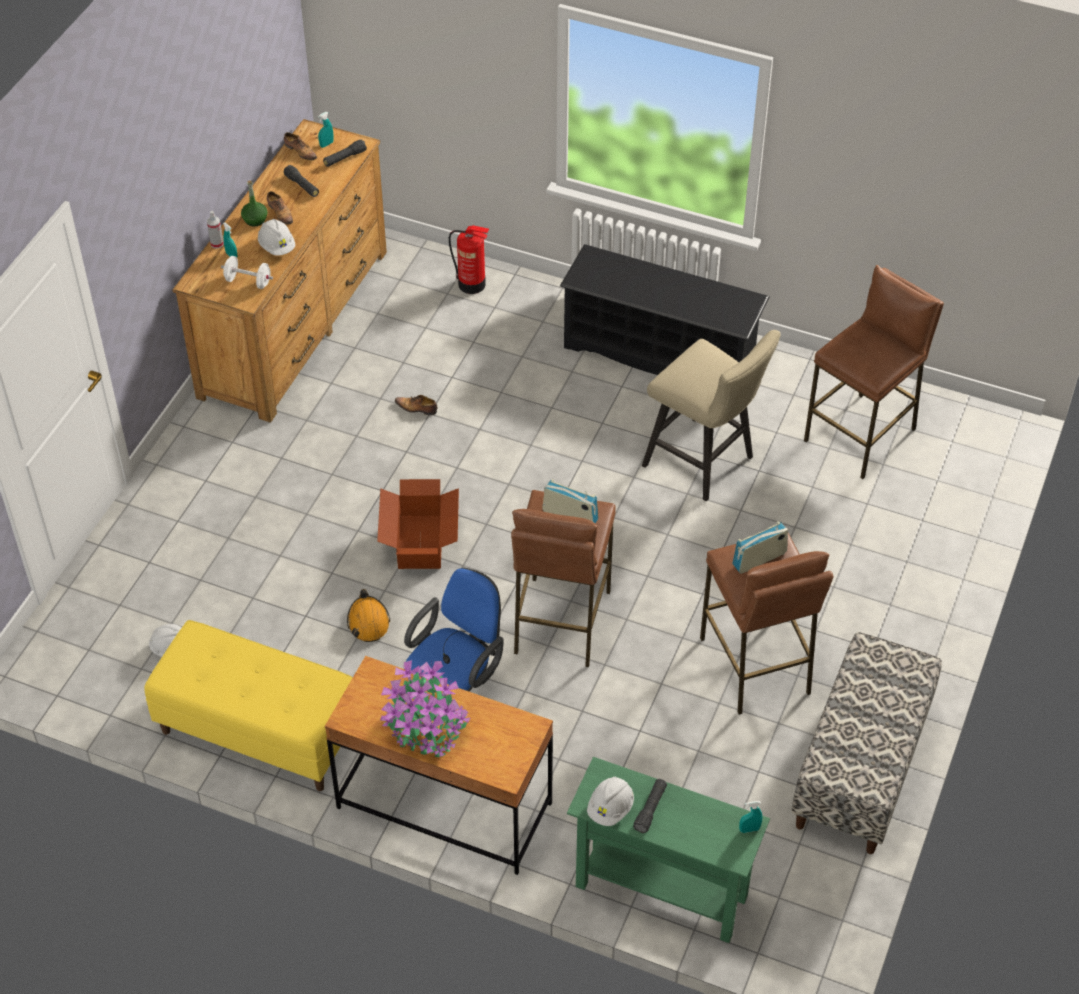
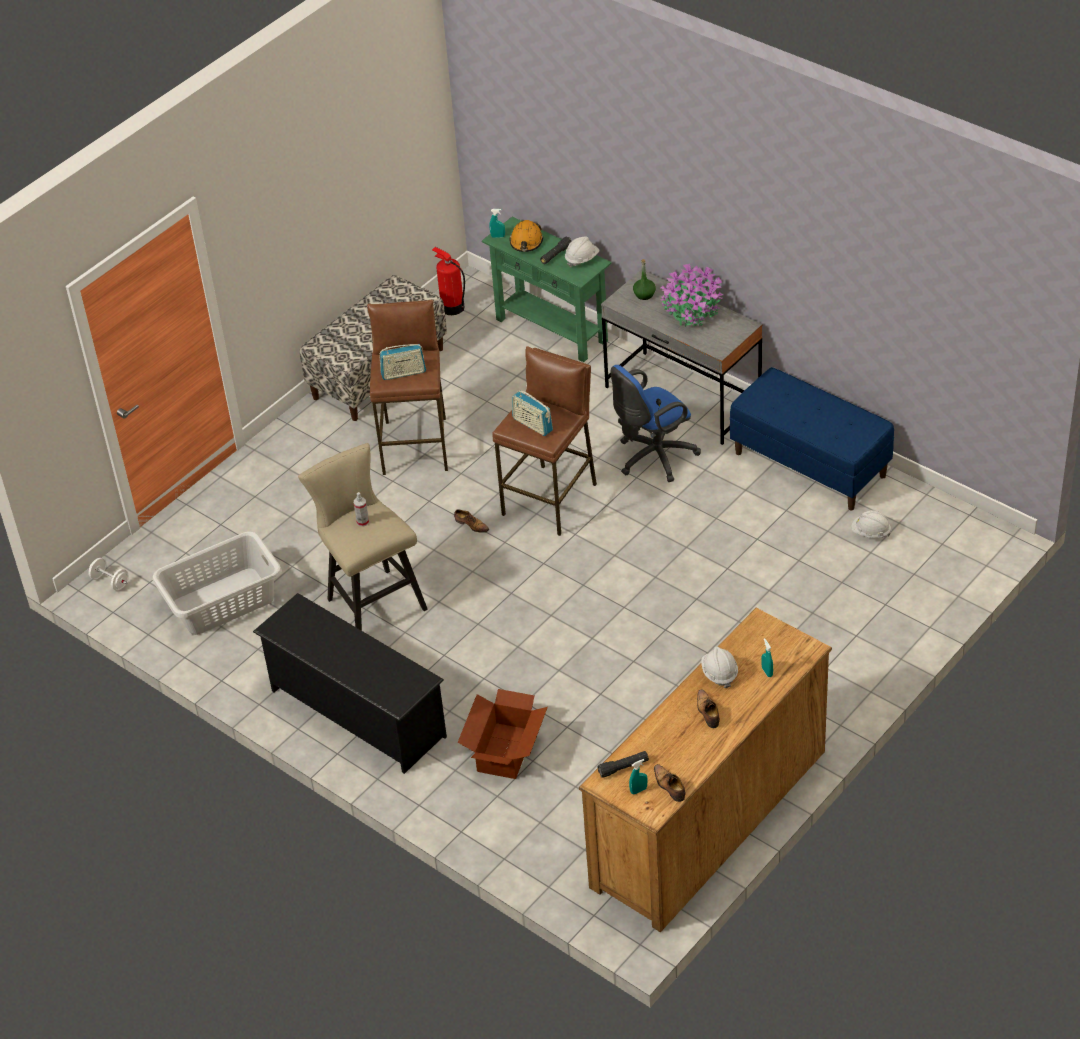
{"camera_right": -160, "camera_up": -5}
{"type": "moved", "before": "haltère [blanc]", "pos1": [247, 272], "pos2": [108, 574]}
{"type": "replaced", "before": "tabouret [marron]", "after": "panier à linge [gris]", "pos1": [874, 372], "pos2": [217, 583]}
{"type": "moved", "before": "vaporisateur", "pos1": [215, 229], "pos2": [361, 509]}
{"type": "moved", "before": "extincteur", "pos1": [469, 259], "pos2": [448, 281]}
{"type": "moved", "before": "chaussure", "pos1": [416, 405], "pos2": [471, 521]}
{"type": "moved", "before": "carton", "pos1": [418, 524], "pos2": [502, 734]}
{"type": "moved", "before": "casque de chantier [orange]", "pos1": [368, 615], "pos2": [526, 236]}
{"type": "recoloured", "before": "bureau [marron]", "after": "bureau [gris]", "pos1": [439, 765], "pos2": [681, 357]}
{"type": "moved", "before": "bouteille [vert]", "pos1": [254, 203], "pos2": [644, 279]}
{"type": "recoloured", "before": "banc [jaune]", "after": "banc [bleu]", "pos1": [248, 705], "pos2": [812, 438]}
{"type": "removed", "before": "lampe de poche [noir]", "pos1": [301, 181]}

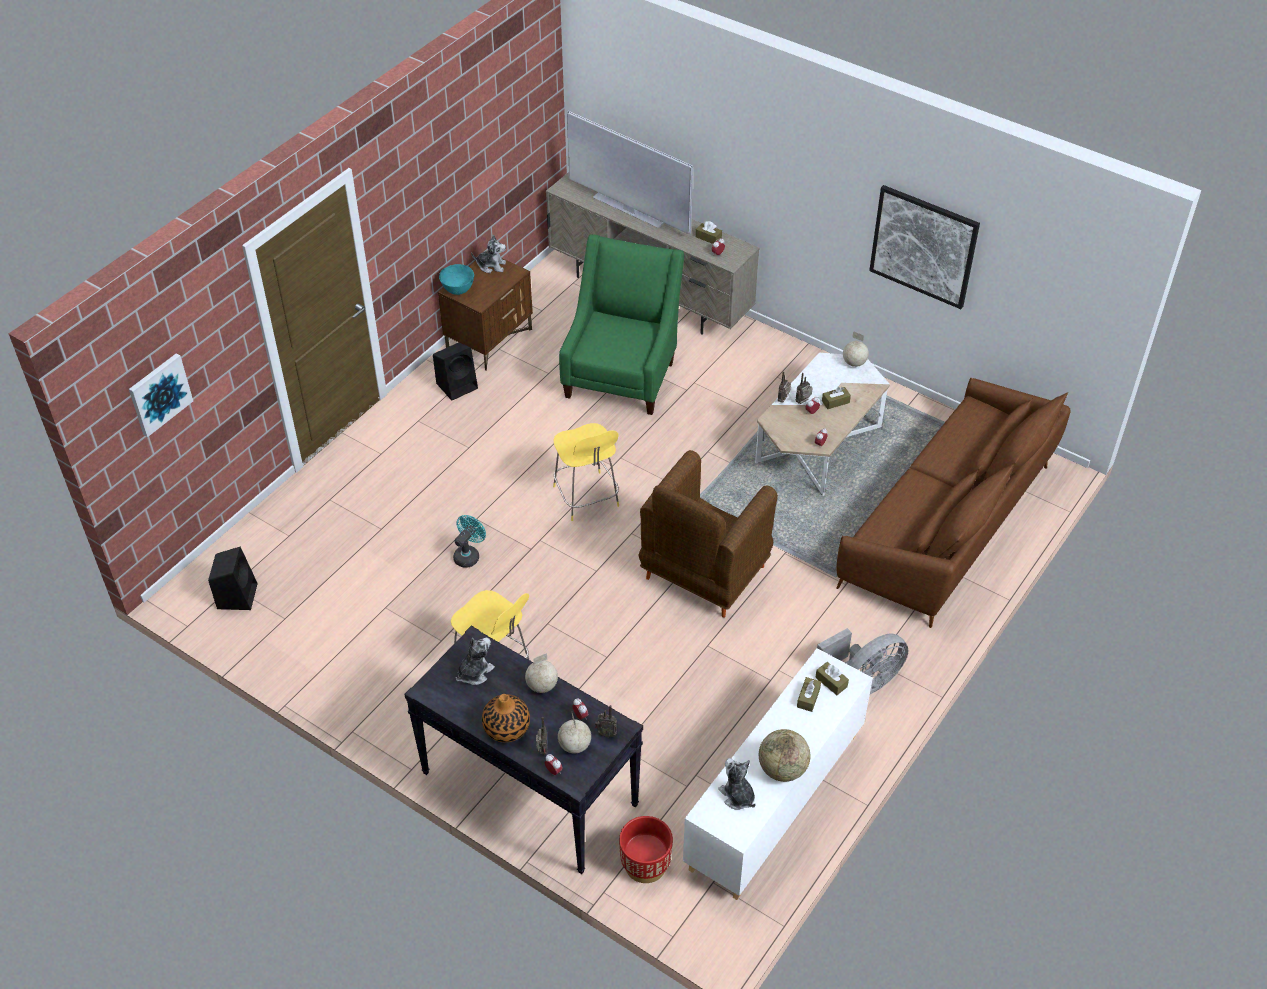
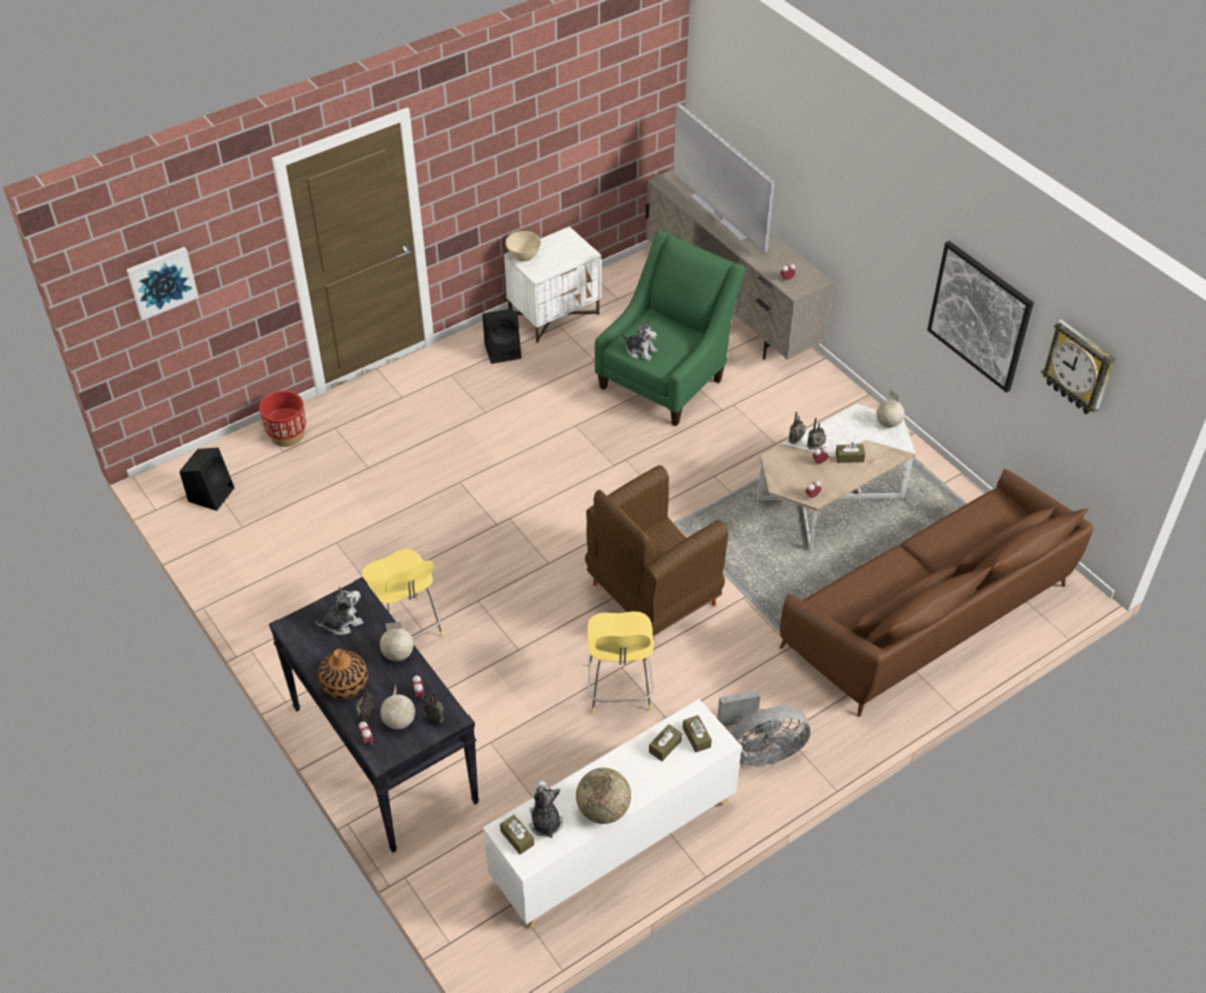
{"camera_right": 20, "camera_up": 0}
{"type": "moved", "before": "cache-pot [rouge]", "pos1": [646, 849], "pos2": [282, 419]}
{"type": "moved", "before": "boîte à mouchoirs [marron]", "pos1": [709, 232], "pos2": [517, 834]}
{"type": "recoloured", "before": "table de chevet [marron]", "after": "table de chevet [blanc]", "pos1": [485, 314], "pos2": [552, 284]}
{"type": "recoloured", "before": "bol [turquoise]", "after": "bol [beige]", "pos1": [456, 279], "pos2": [523, 246]}
{"type": "moved", "before": "tabouret [jaune]", "pos1": [586, 472], "pos2": [620, 662]}
{"type": "moved", "before": "peluche", "pos1": [488, 254], "pos2": [639, 340]}
{"type": "added", "after": "horloge murale", "pos2": [1078, 366]}
{"type": "removed", "before": "ventilateur [turquoise]", "pos1": [469, 541]}

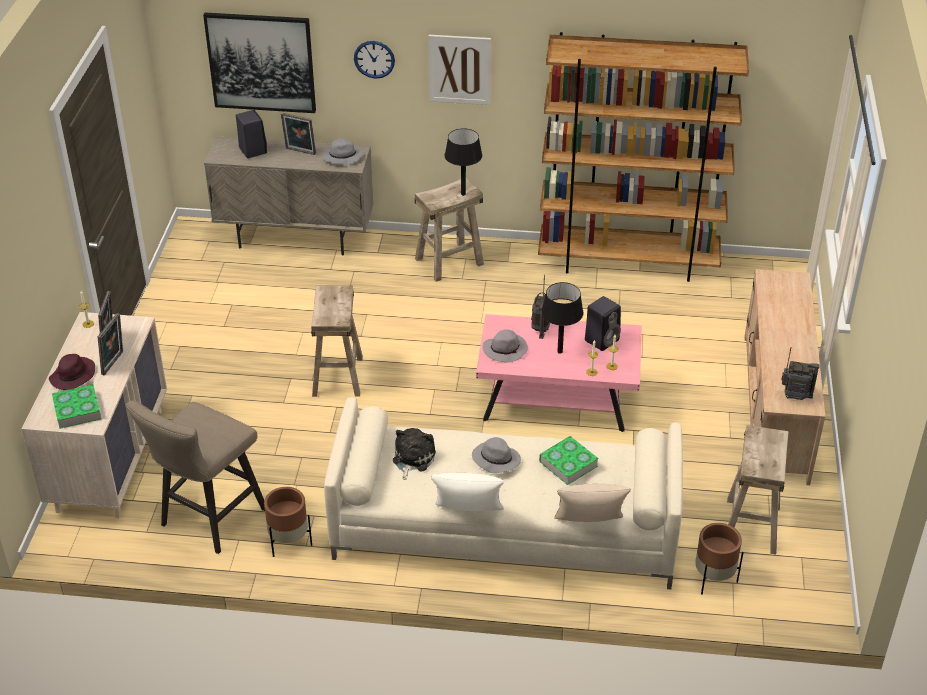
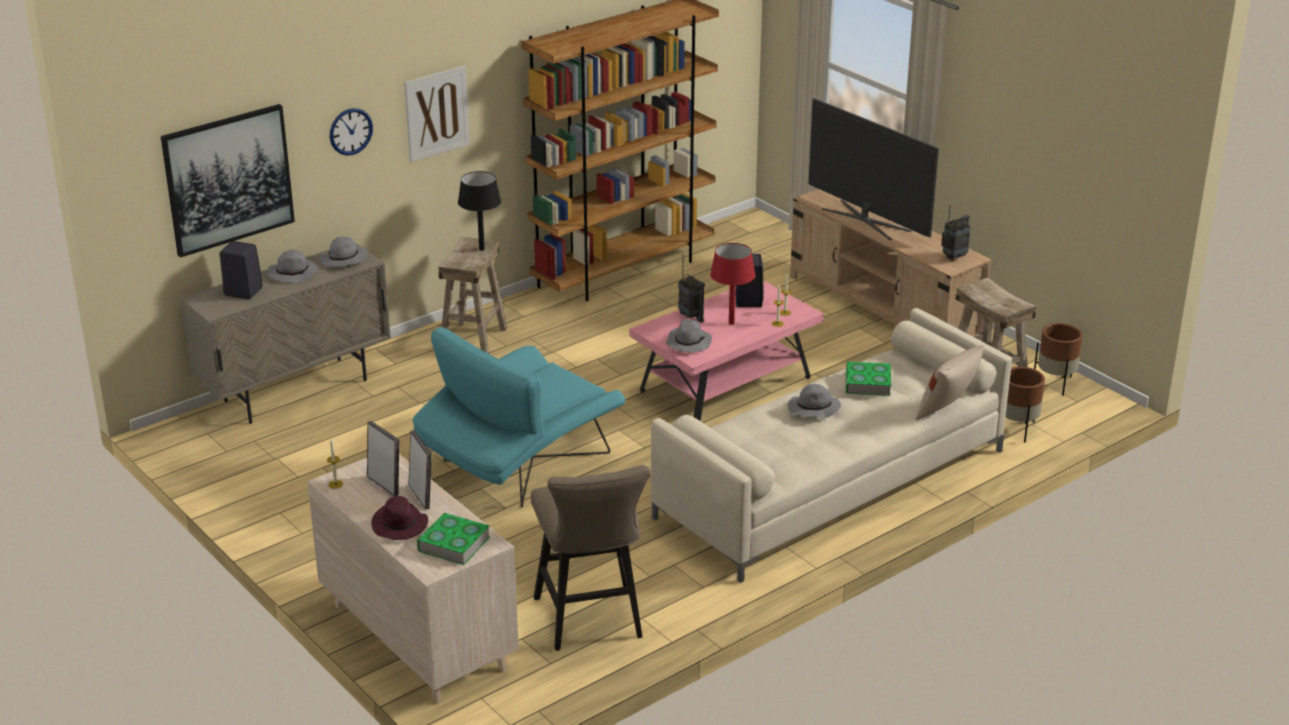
{"camera_right": -45, "camera_up": -10}
{"type": "replaced", "before": "cadre photo", "after": "chapeau [gris]", "pos1": [298, 134], "pos2": [292, 266]}
{"type": "replaced", "before": "tabouret [beige]", "after": "fauteuil [turquoise]", "pos1": [337, 341], "pos2": [519, 417]}
{"type": "recoloured", "before": "lampe de table [noir]", "after": "lampe de table [rouge]", "pos1": [562, 318], "pos2": [732, 284]}
{"type": "added", "after": "téléviseur", "pos2": [873, 169]}
{"type": "moved", "before": "cache-pot [marron]", "pos1": [288, 522], "pos2": [1058, 359]}
{"type": "removed", "before": "peluche", "pos1": [414, 454]}
{"type": "removed", "before": "coussin [blanc]", "pos1": [467, 492]}

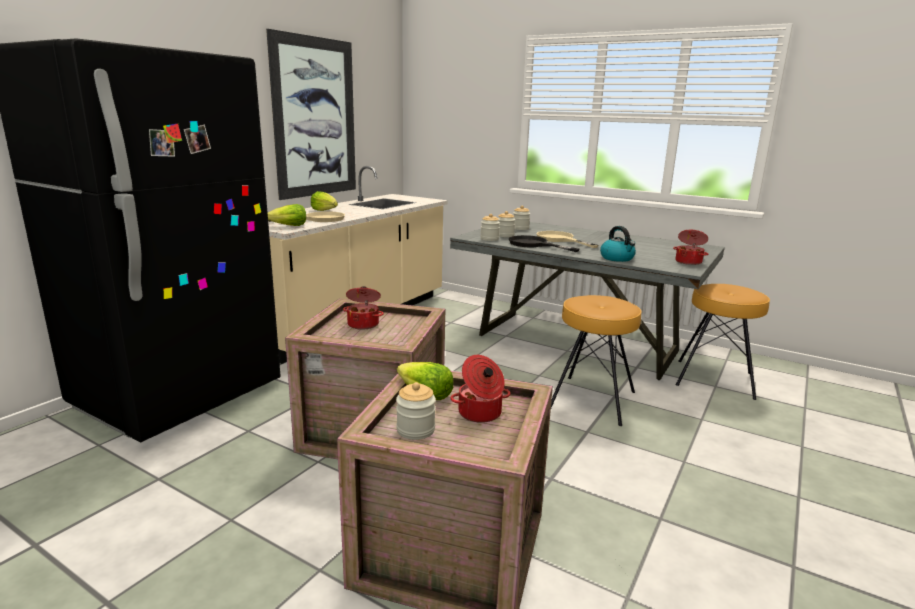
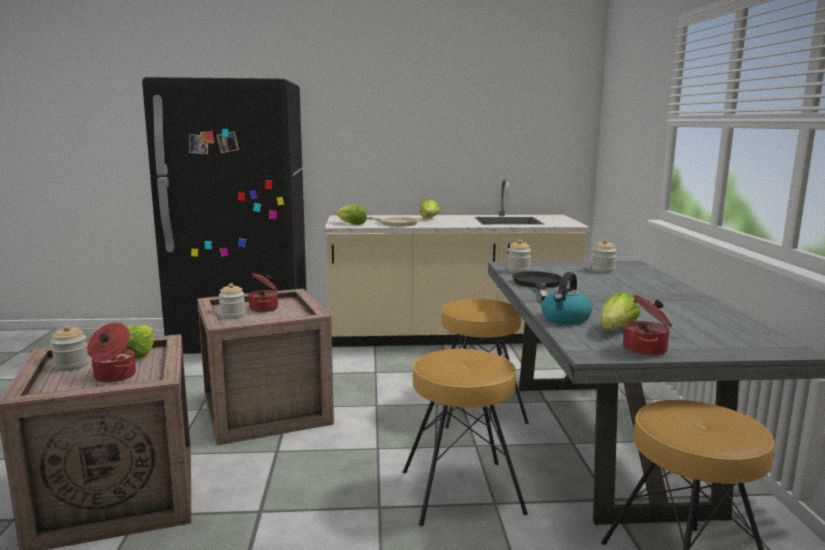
{"camera_right": 55, "camera_up": -5}
{"type": "moved", "before": "bocal", "pos1": [506, 224], "pos2": [232, 301]}
{"type": "added", "after": "tabouret [marron]", "pos2": [485, 363]}
{"type": "added", "after": "laitue", "pos2": [620, 311]}
{"type": "removed", "before": "tableau", "pos1": [311, 114]}
{"type": "removed", "before": "poêle [beige]", "pos1": [568, 239]}

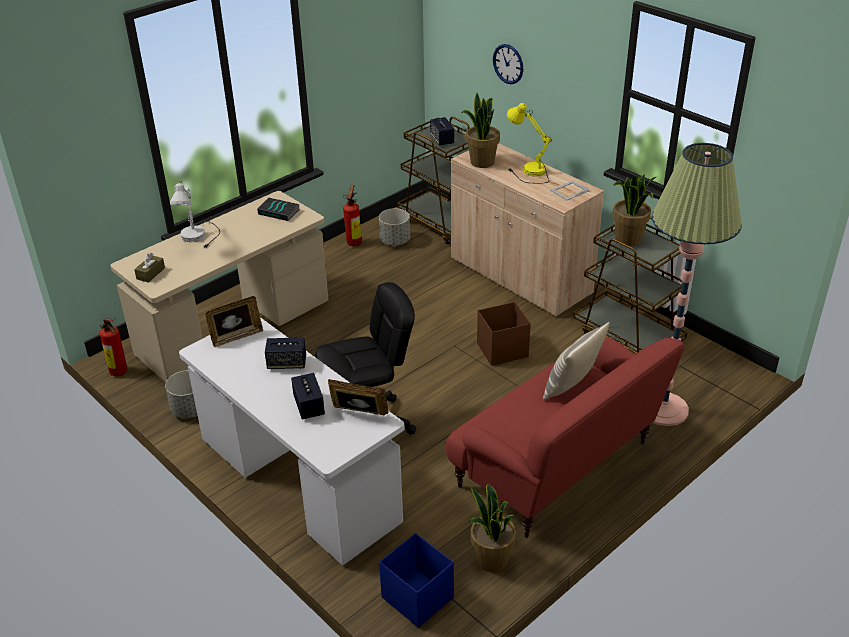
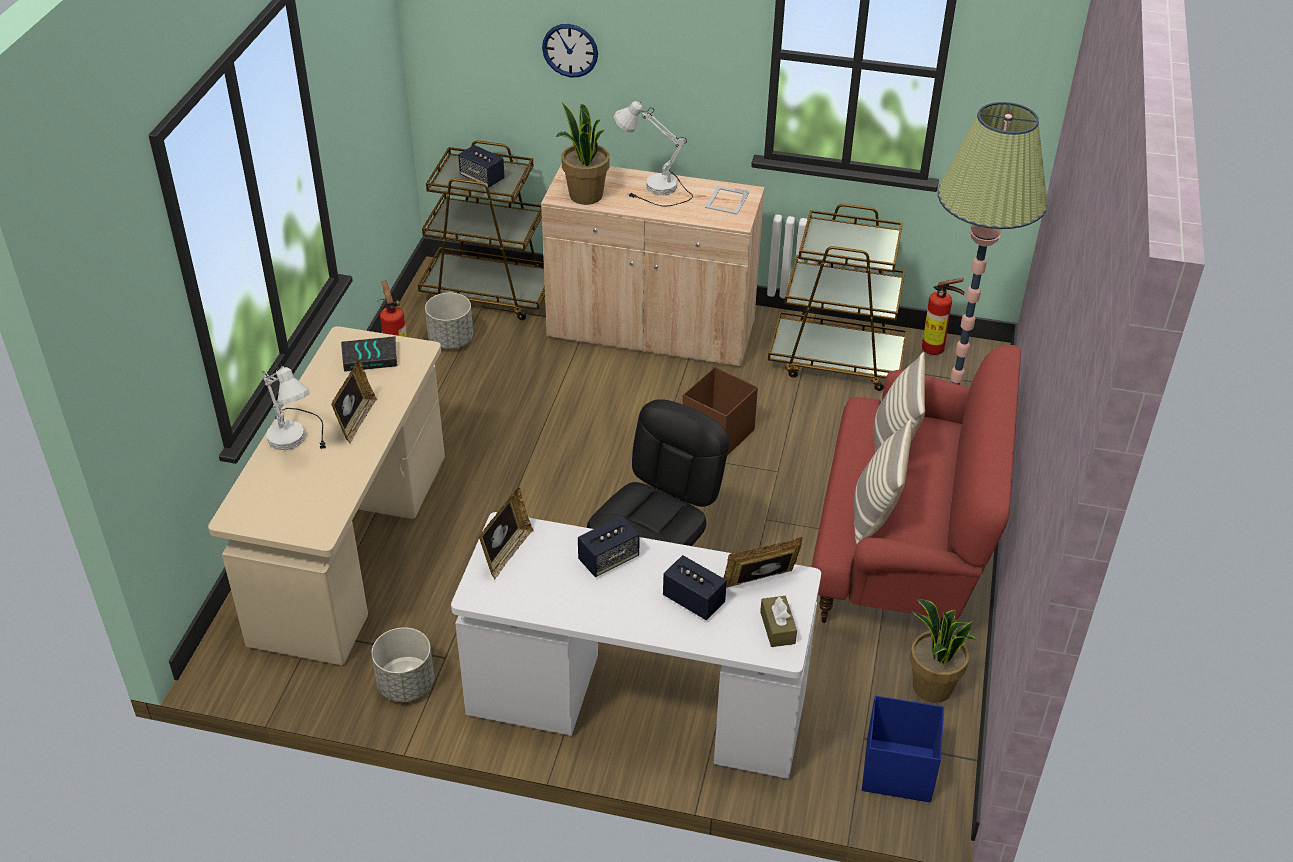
{"camera_right": -35, "camera_up": 5}
{"type": "added", "after": "cadre photo", "pos2": [354, 401]}
{"type": "recoloured", "before": "lampe de table [jaune]", "after": "lampe de table [blanc]", "pos1": [529, 143], "pos2": [653, 154]}
{"type": "moved", "before": "boîte à mouchoirs [marron]", "pos1": [149, 268], "pos2": [778, 621]}
{"type": "added", "after": "coussin", "pos2": [883, 481]}
{"type": "moved", "before": "extincteur", "pos1": [113, 347], "pos2": [943, 316]}
{"type": "removed", "before": "plante en pot", "pos1": [634, 210]}

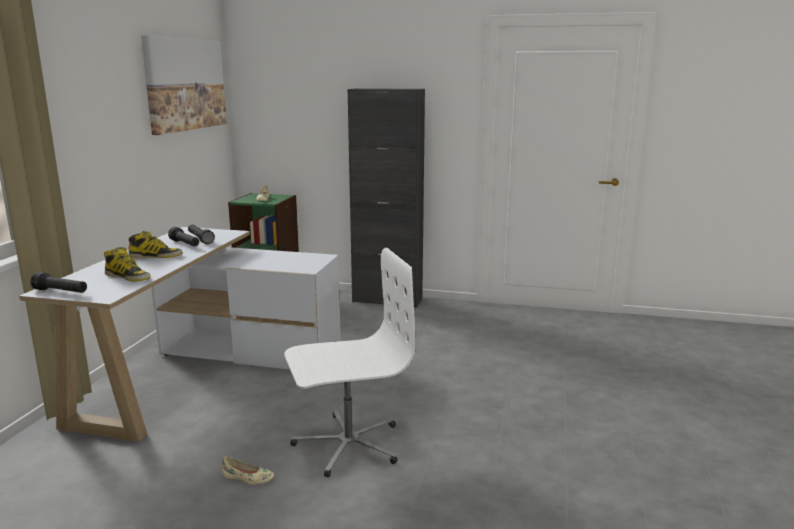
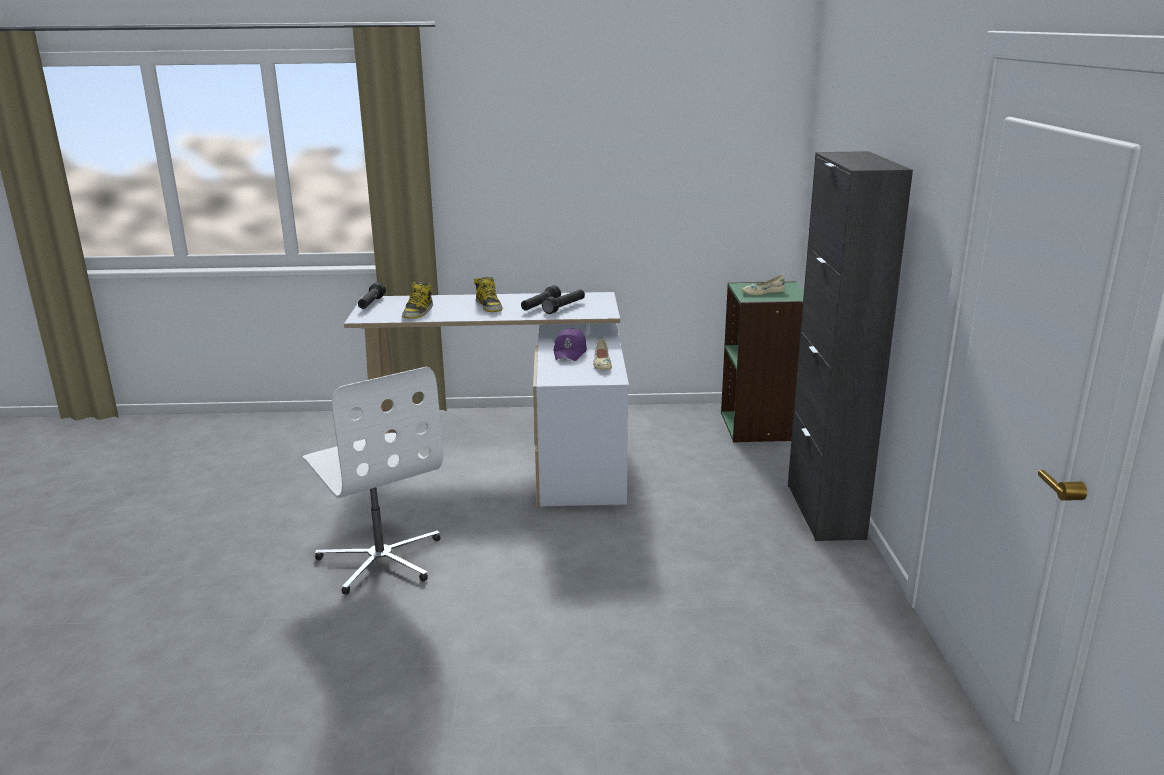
{"camera_right": 75, "camera_up": 5}
{"type": "added", "after": "casquette [violet]", "pos2": [570, 344]}
{"type": "moved", "before": "chaussure [beige]", "pos1": [247, 470], "pos2": [602, 354]}
{"type": "removed", "before": "tableau", "pos1": [184, 85]}

